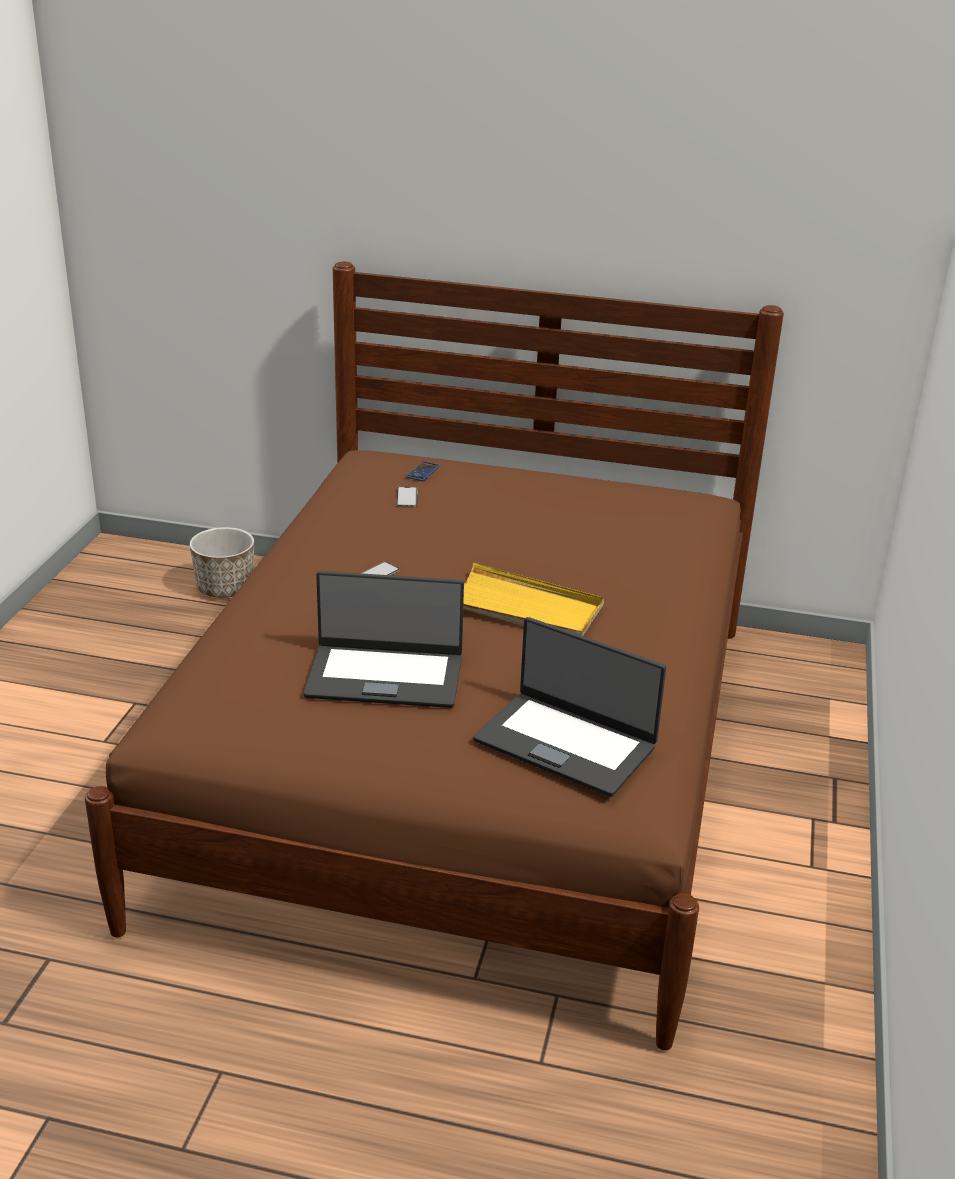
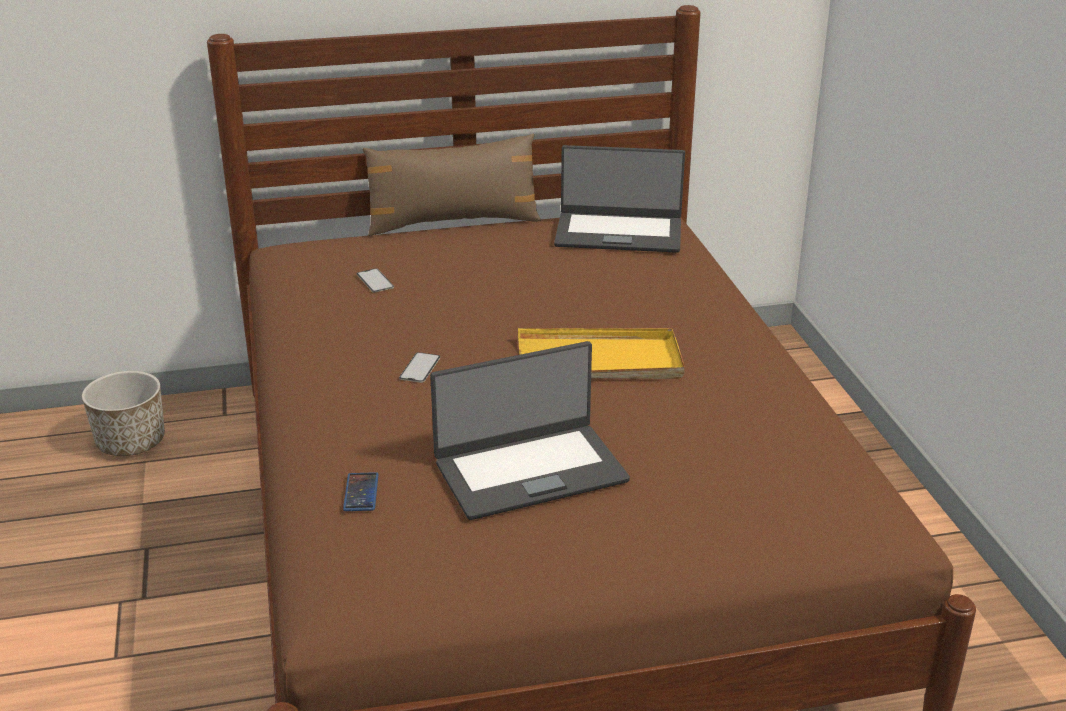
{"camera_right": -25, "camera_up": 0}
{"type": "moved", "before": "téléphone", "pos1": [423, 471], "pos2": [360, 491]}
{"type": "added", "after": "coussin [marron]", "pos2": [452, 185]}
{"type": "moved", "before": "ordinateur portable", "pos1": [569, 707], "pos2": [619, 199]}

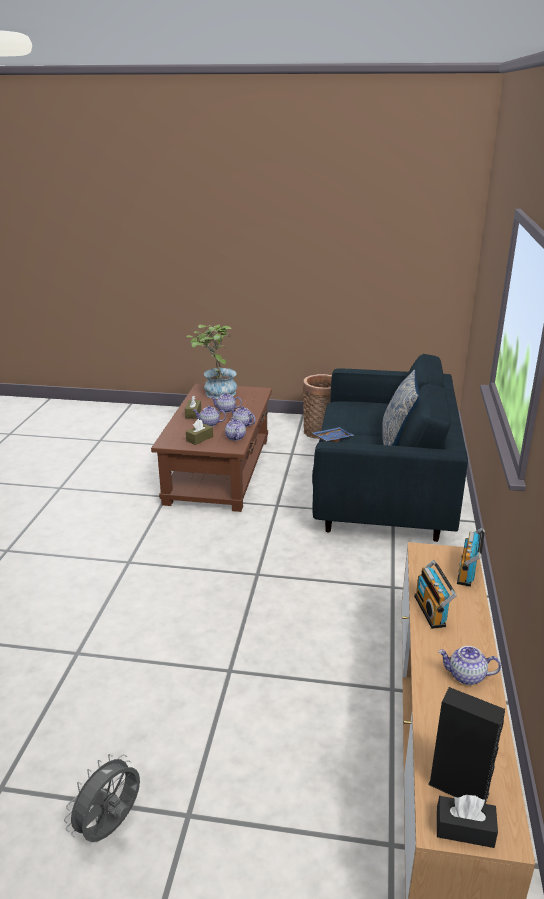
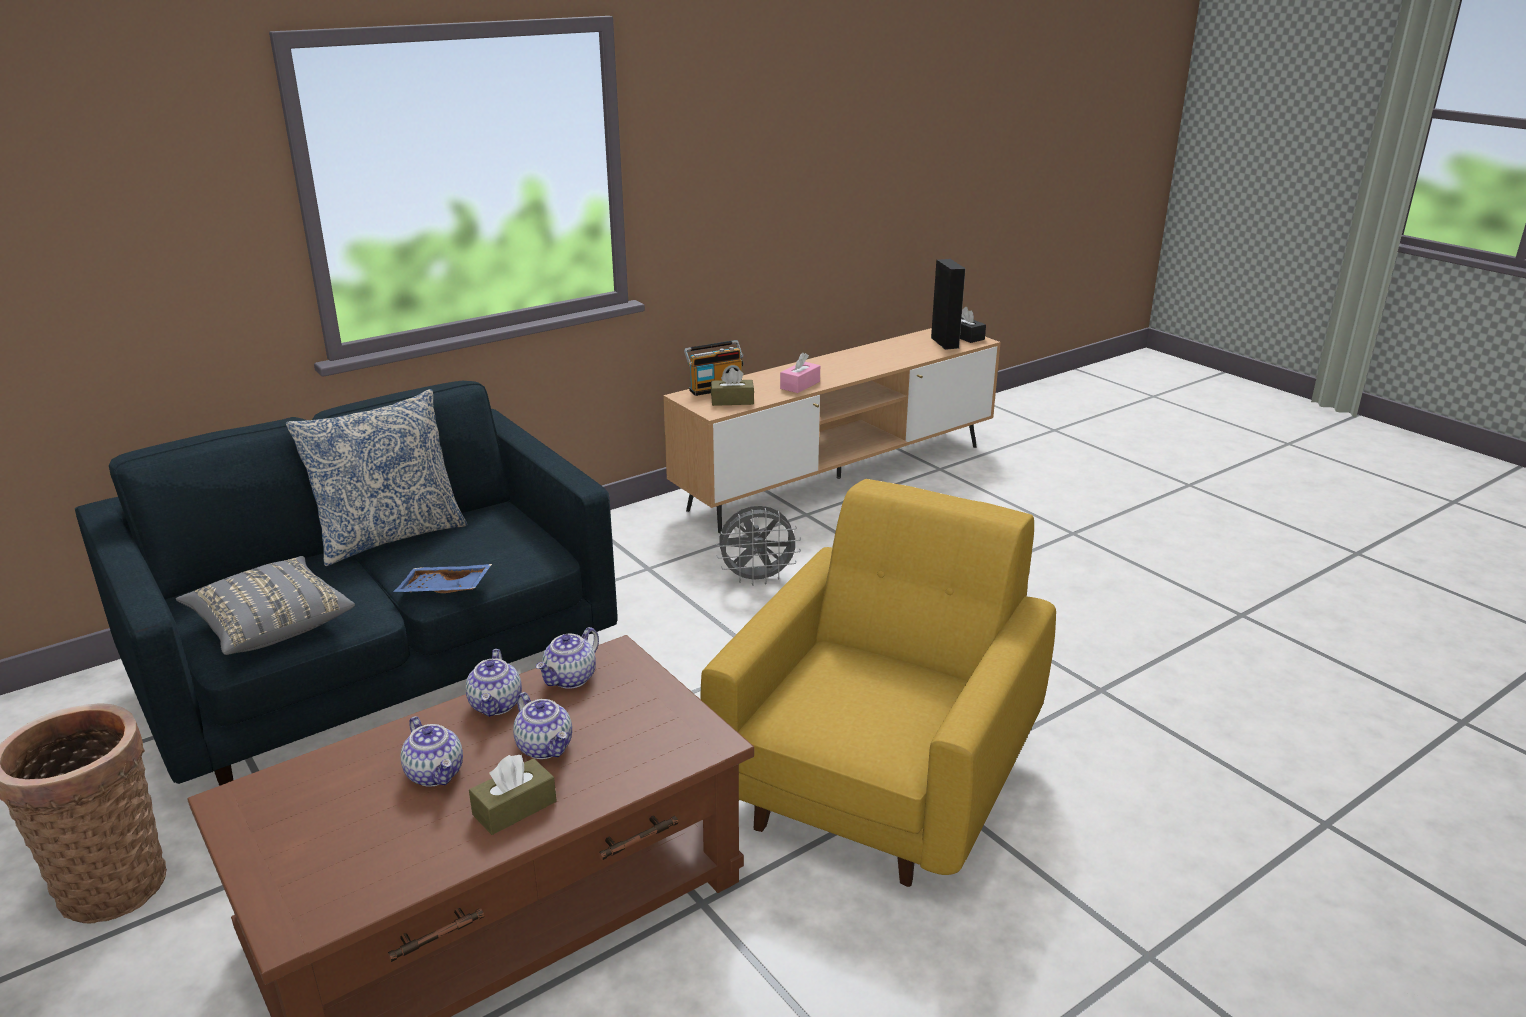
{"camera_right": -135, "camera_up": 0}
{"type": "added", "after": "coussin [gris]", "pos2": [265, 605]}
{"type": "added", "after": "fauteuil [jaune]", "pos2": [878, 683]}
{"type": "moved", "before": "boîte à mouchoirs [marron]", "pos1": [199, 432], "pos2": [732, 387]}
{"type": "moved", "before": "ventilateur [gris]", "pos1": [102, 798], "pos2": [758, 546]}
{"type": "replaced", "before": "radio", "after": "boîte à mouchoirs [rose]", "pos1": [435, 594], "pos2": [800, 373]}
{"type": "removed", "before": "plante en pot", "pos1": [211, 362]}
{"type": "removed", "before": "théière", "pos1": [469, 665]}

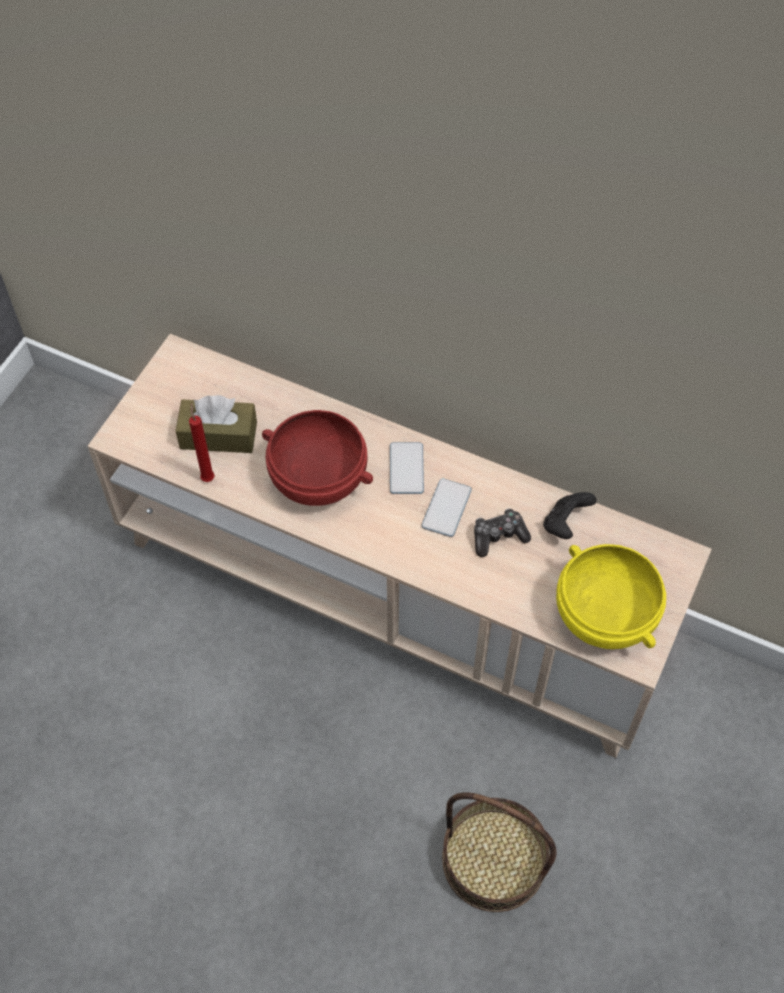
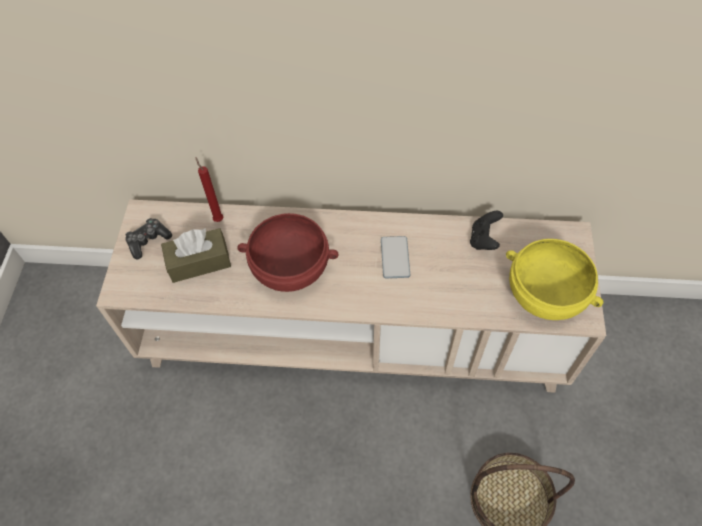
{"camera_right": -20, "camera_up": 0}
{"type": "moved", "before": "manette", "pos1": [502, 532], "pos2": [148, 238]}
{"type": "moved", "before": "bougie [rouge]", "pos1": [202, 442], "pos2": [209, 190]}
{"type": "removed", "before": "téléphone", "pos1": [407, 468]}

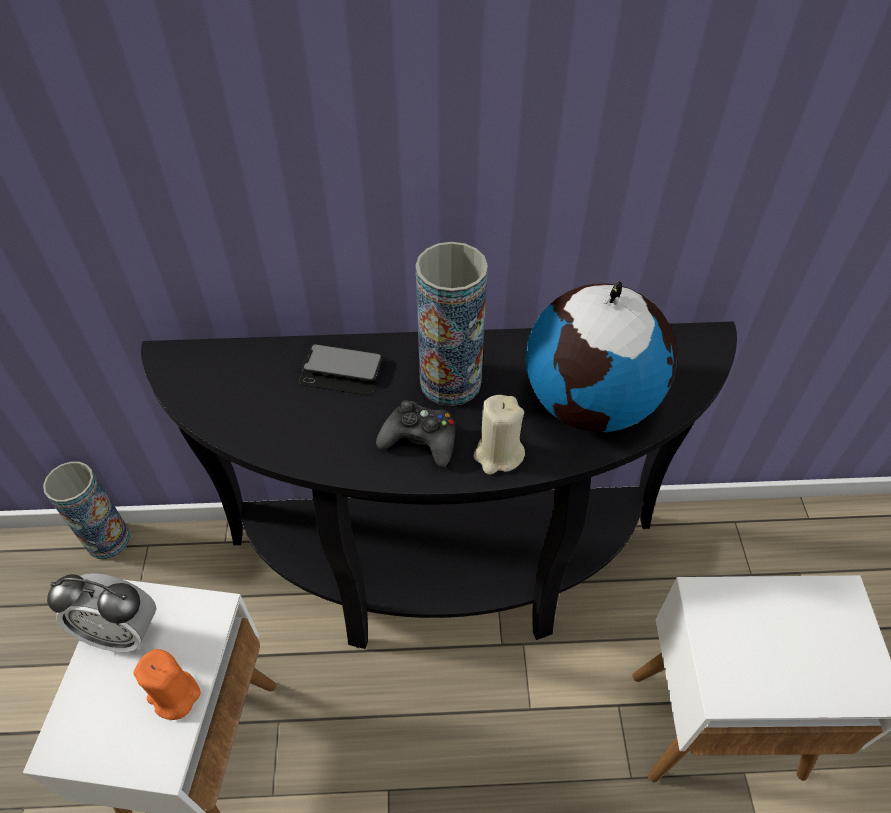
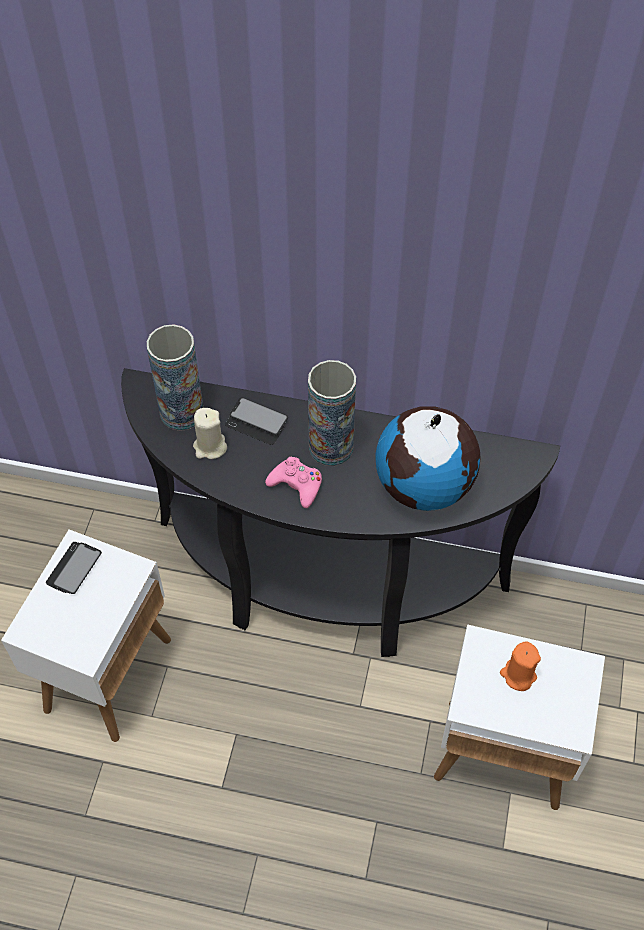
{"camera_right": 15, "camera_up": 5}
{"type": "replaced", "before": "réveil", "after": "téléphone", "pos1": [102, 612], "pos2": [74, 568]}
{"type": "moved", "before": "vase", "pos1": [86, 510], "pos2": [175, 377]}
{"type": "moved", "before": "bougie [beige]", "pos1": [499, 435], "pos2": [210, 433]}
{"type": "recoloured", "before": "manette [noir]", "after": "manette [rose]", "pos1": [415, 433], "pos2": [293, 482]}
{"type": "moved", "before": "bougie [orange]", "pos1": [167, 684], "pos2": [520, 666]}

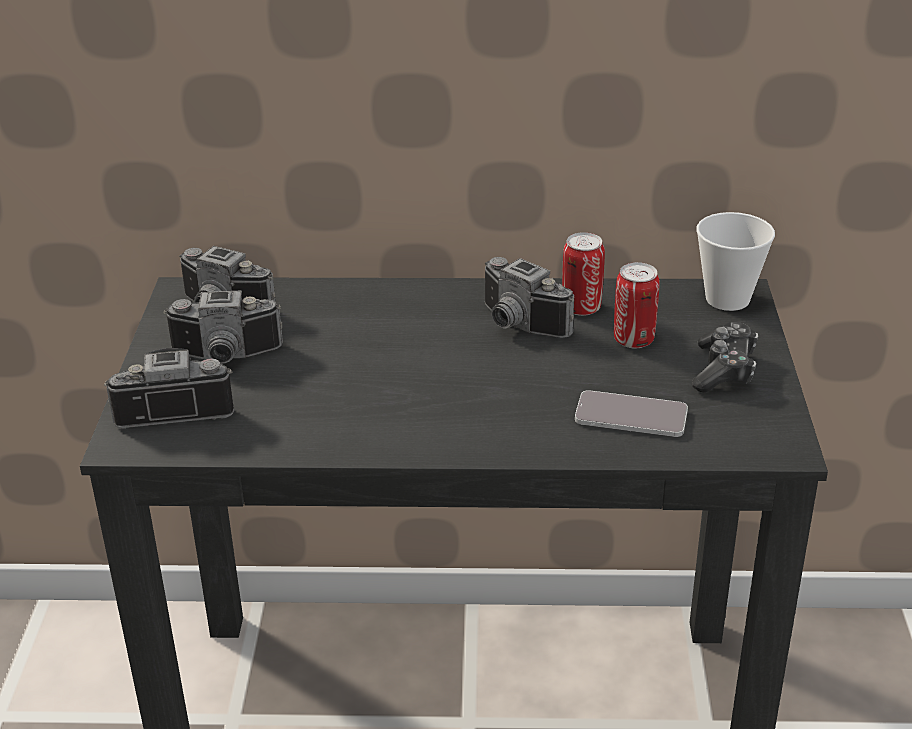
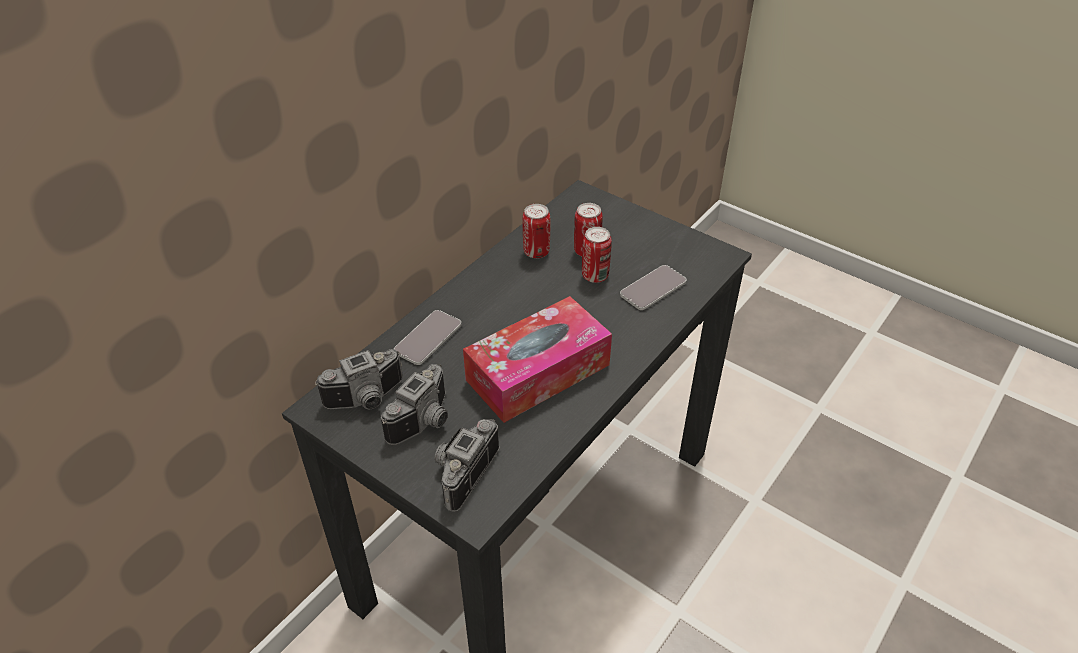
{"camera_right": -55, "camera_up": 10}
{"type": "added", "after": "téléphone", "pos2": [427, 337]}
{"type": "added", "after": "boîte à mouchoirs", "pos2": [537, 359]}
{"type": "added", "after": "boîte métallique", "pos2": [597, 255]}
{"type": "removed", "before": "appareil photo", "pos1": [529, 297]}
{"type": "removed", "before": "manette", "pos1": [725, 357]}
{"type": "removed", "before": "tasse", "pos1": [735, 261]}

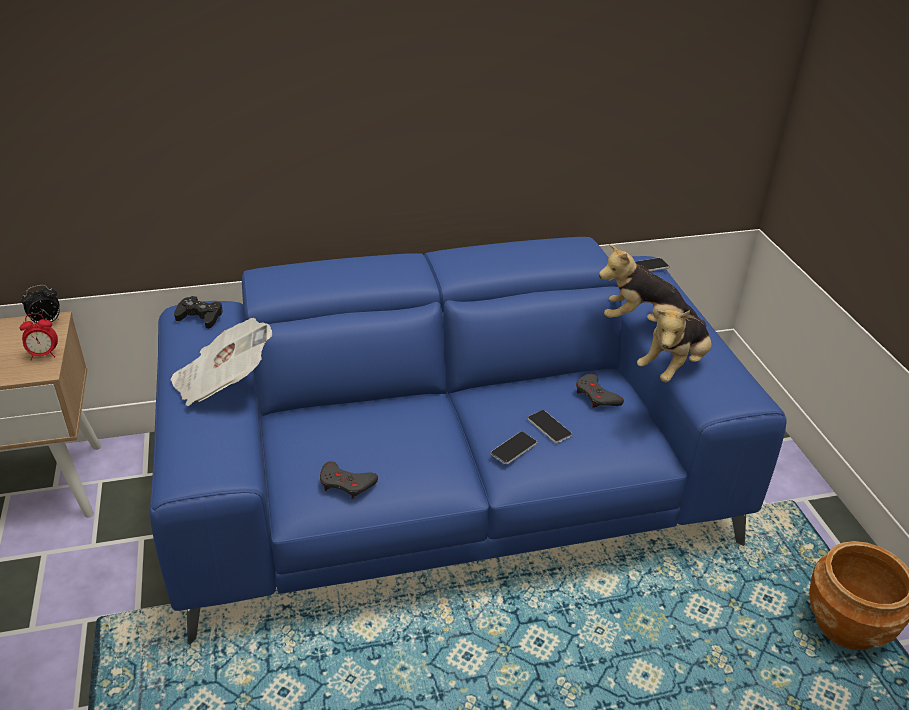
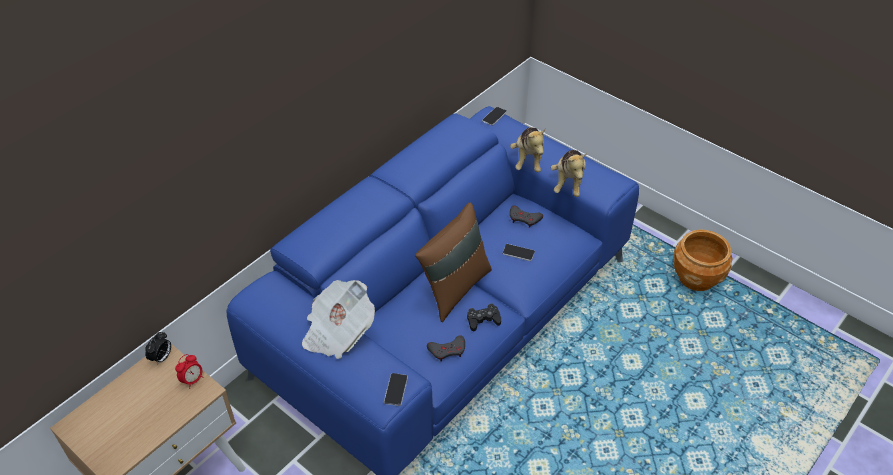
{"camera_right": -35, "camera_up": 10}
{"type": "moved", "before": "téléphone", "pos1": [514, 448], "pos2": [396, 389]}
{"type": "added", "after": "coussin [marron]", "pos2": [453, 262]}
{"type": "moved", "before": "manette [noir]", "pos1": [198, 312], "pos2": [484, 318]}
{"type": "turned", "before": "peluche", "pos1": [652, 285], "pos2": [528, 149], "turn": -60}

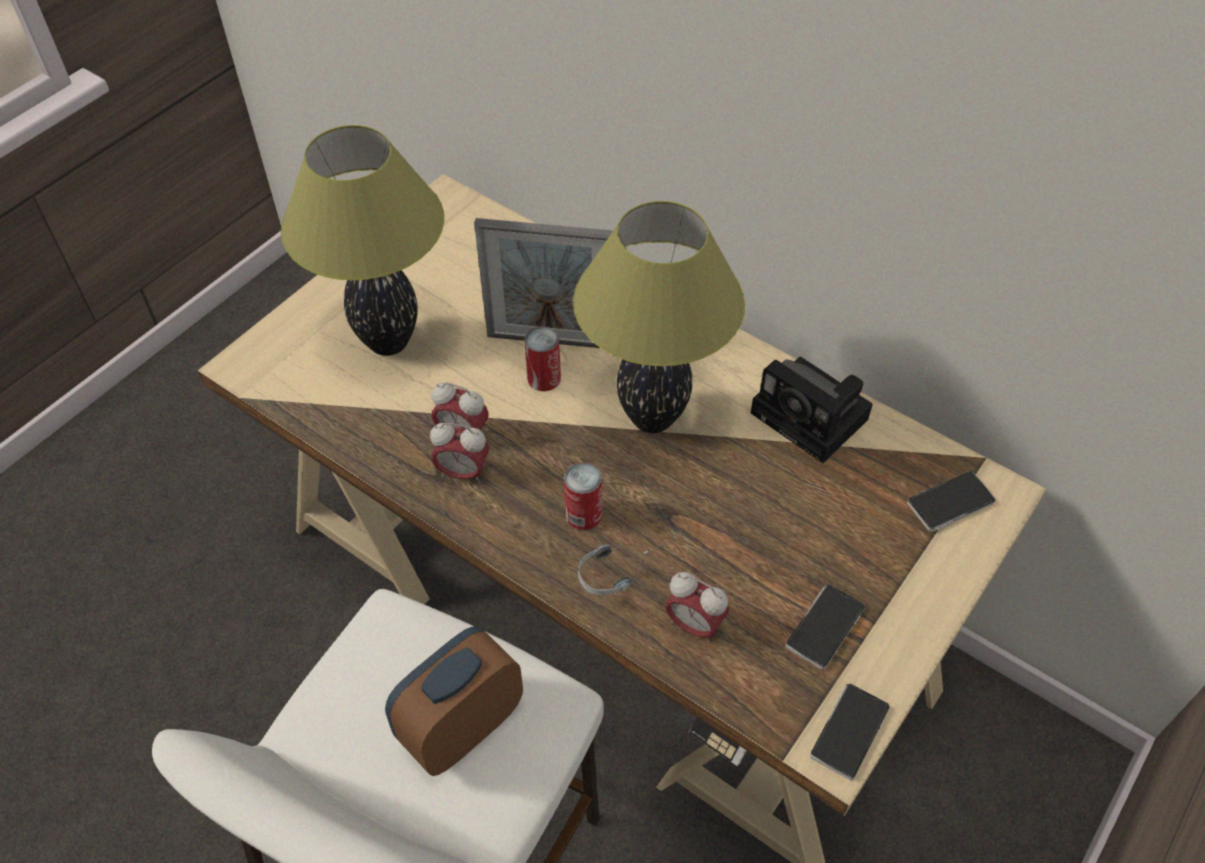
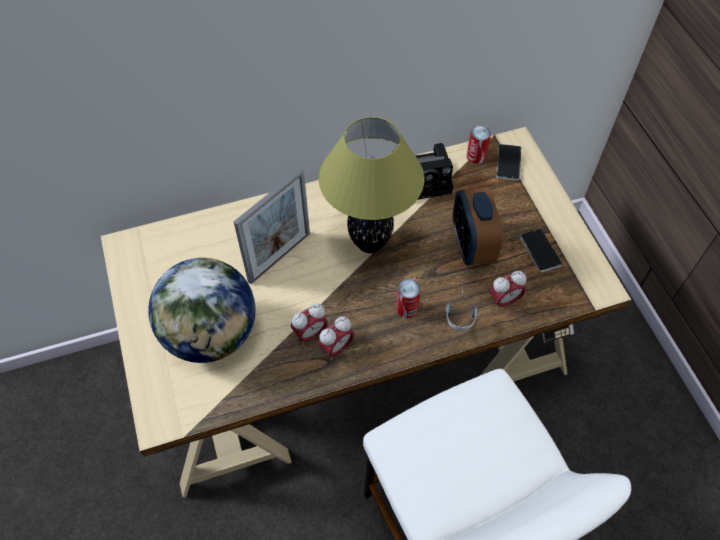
{"camera_right": -55, "camera_up": 5}
{"type": "replaced", "before": "lampe de table", "after": "globe", "pos1": [362, 240], "pos2": [201, 310]}
{"type": "moved", "before": "réveil", "pos1": [454, 701], "pos2": [478, 226]}
{"type": "moved", "before": "boîte métallique", "pos1": [542, 358], "pos2": [479, 144]}
{"type": "removed", "before": "téléphone", "pos1": [849, 732]}

